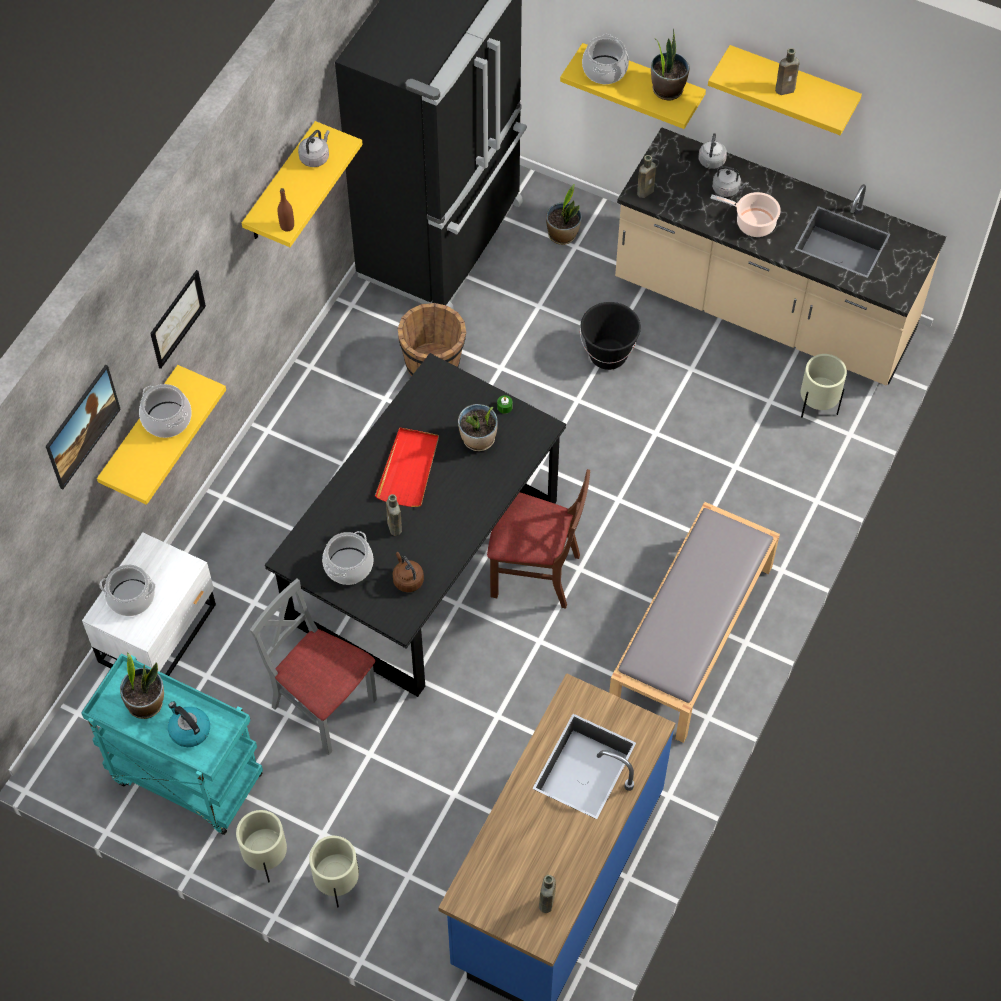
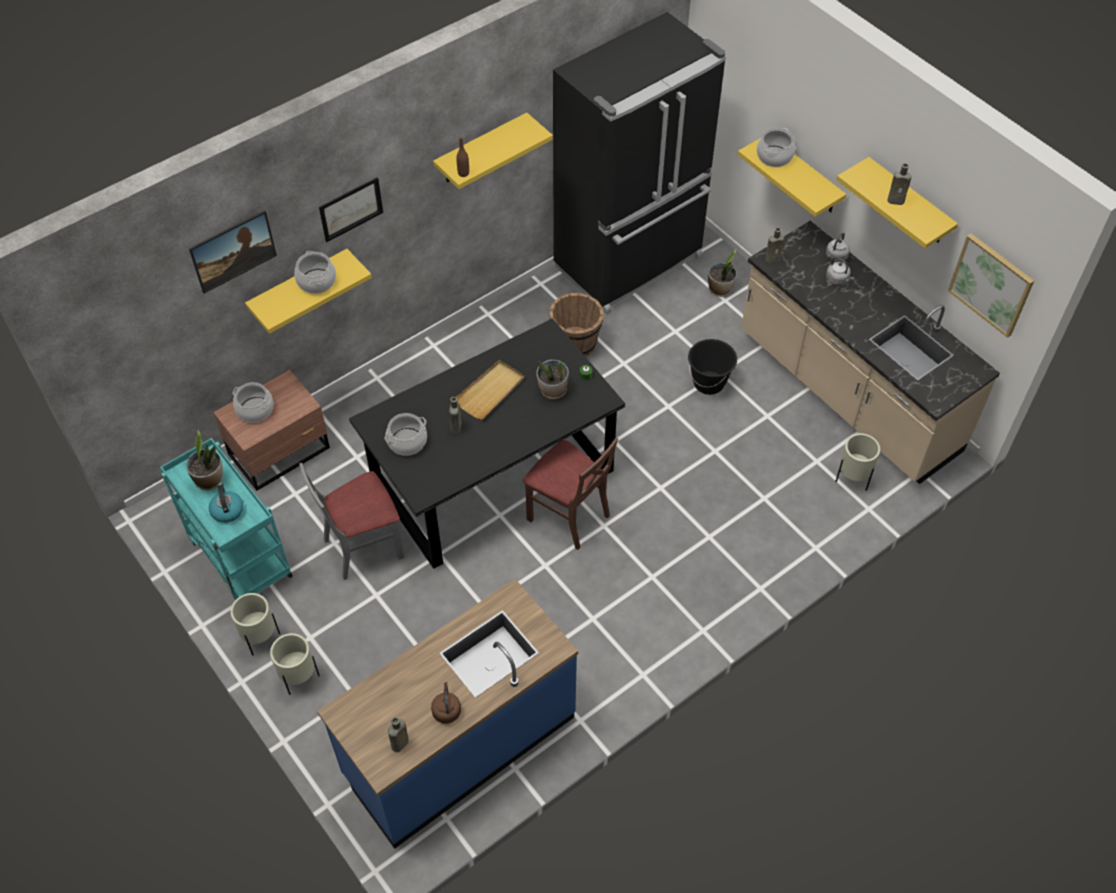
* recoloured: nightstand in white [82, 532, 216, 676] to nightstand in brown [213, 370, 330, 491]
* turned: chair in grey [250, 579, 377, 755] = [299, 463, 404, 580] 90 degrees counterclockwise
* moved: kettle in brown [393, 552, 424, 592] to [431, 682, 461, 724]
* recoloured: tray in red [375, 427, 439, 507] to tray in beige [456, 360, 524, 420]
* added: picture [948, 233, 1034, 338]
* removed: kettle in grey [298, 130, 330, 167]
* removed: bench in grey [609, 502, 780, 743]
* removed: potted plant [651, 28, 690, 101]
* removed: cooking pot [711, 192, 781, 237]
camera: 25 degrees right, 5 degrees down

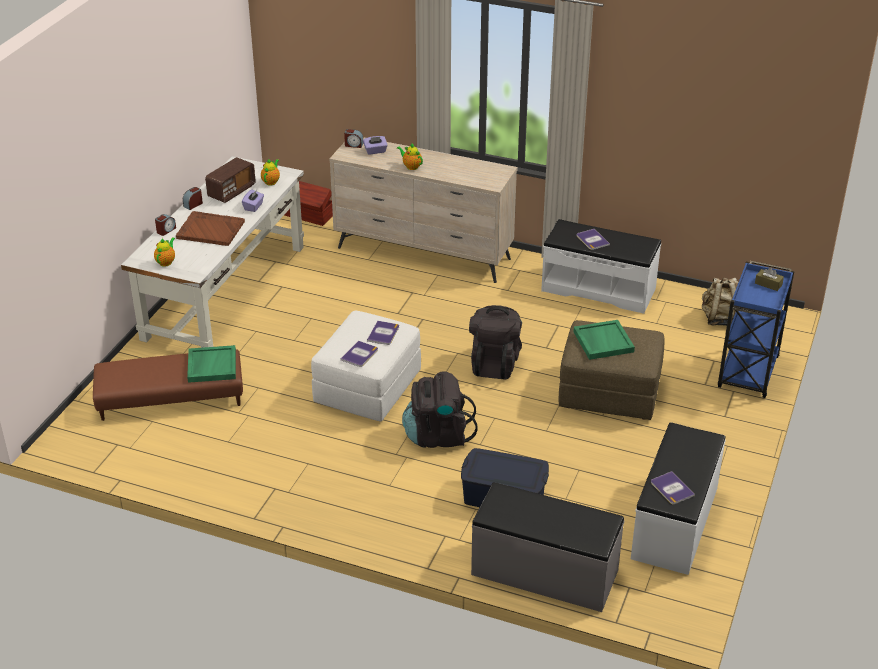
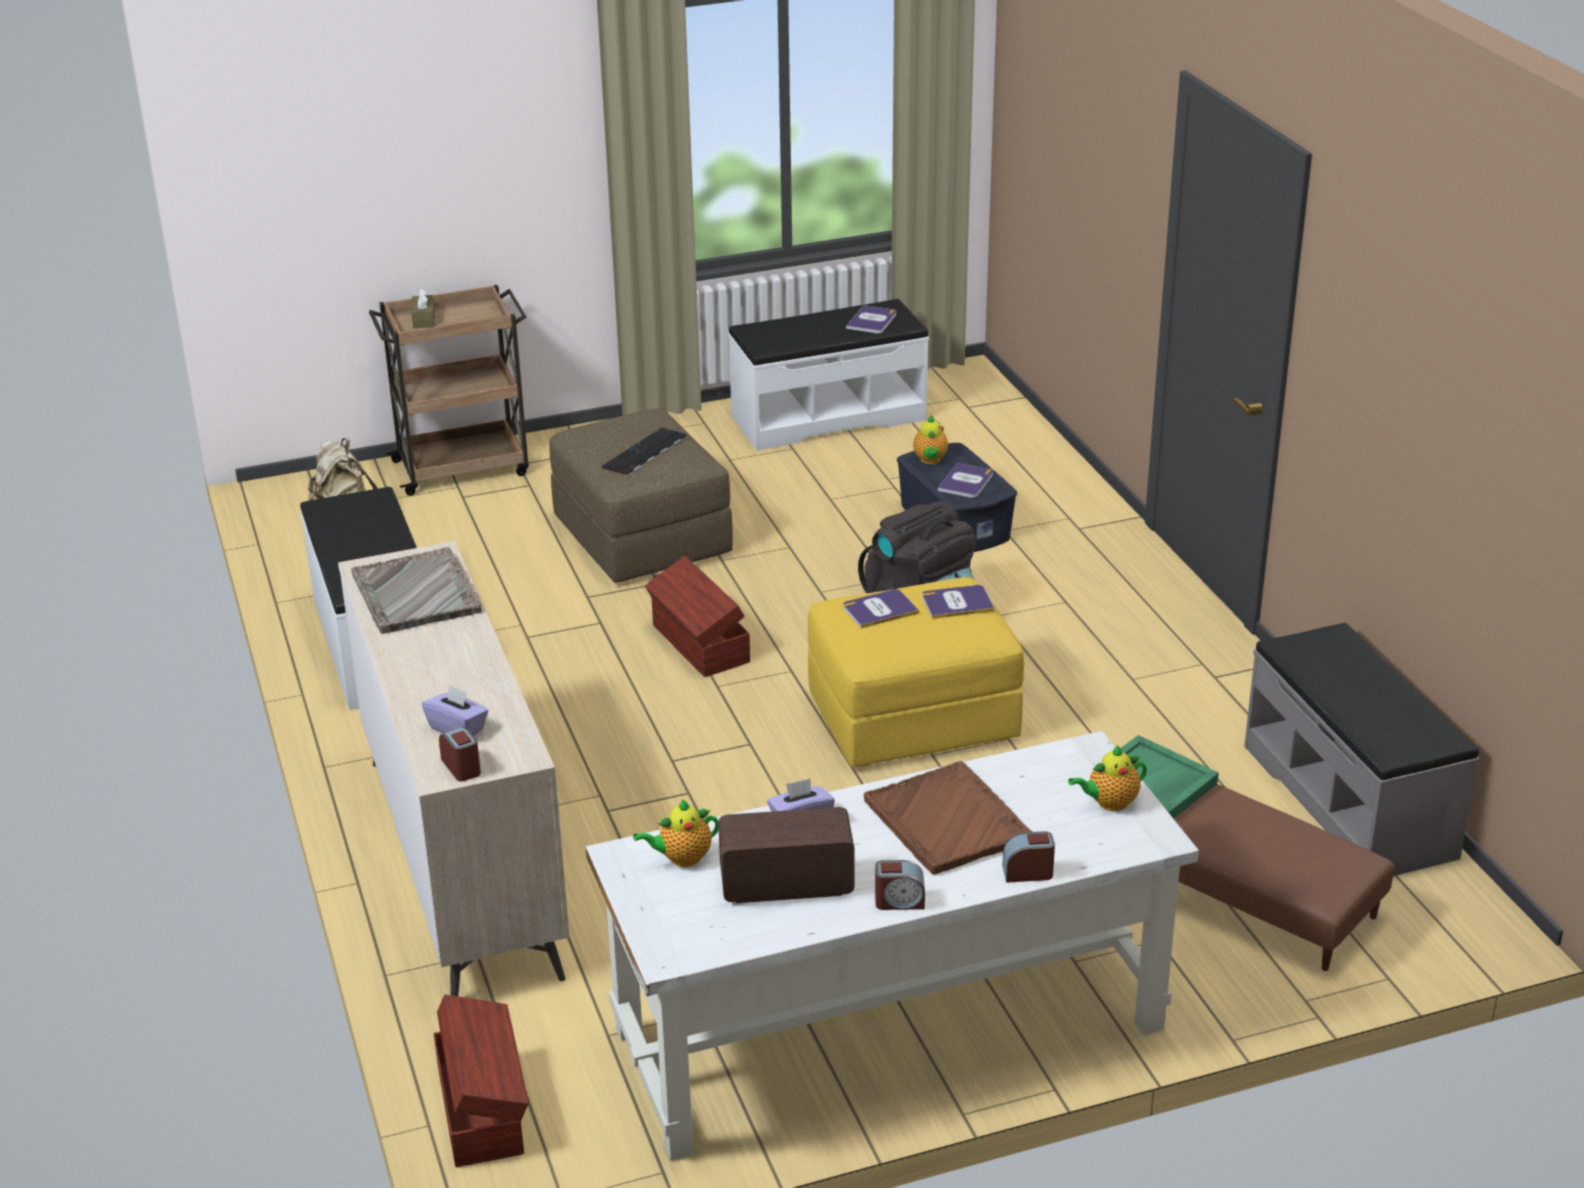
* added: tray in grey [351, 547, 482, 634]
* recoloured: cart in blue [718, 261, 794, 398] to cart in brown [369, 285, 529, 496]
* replaced: tray in green [573, 320, 635, 360] to keyboard [602, 427, 687, 476]
* replaced: backpack in black [469, 305, 522, 380] to storage box in brown [645, 555, 750, 677]
* recoloured: ottoman in white [311, 311, 421, 422] to ottoman in yellow [808, 577, 1024, 767]
* moved: teapot [397, 144, 423, 170] to [913, 415, 948, 464]
* moved: book [577, 229, 610, 250] to [938, 463, 993, 498]
* moved: bench in grey [471, 482, 624, 612] to [1244, 623, 1479, 876]
camera: 130 degrees left, 5 degrees down

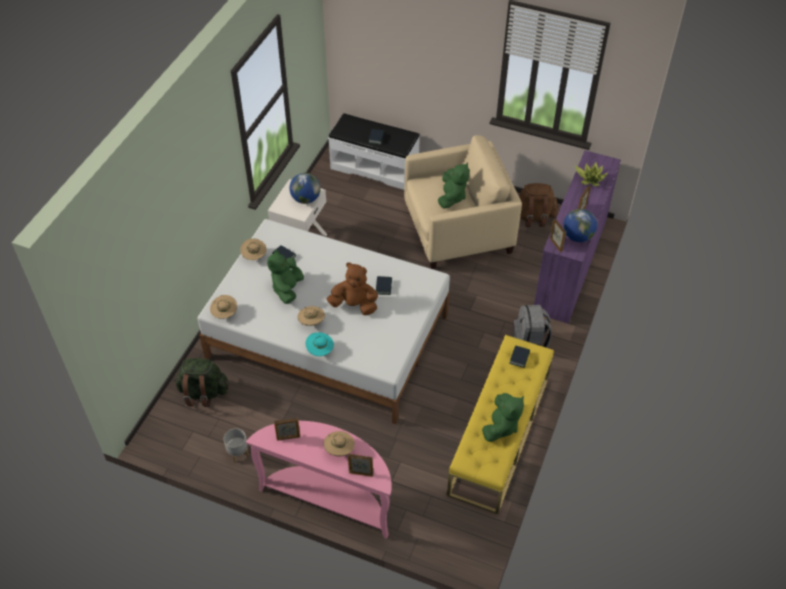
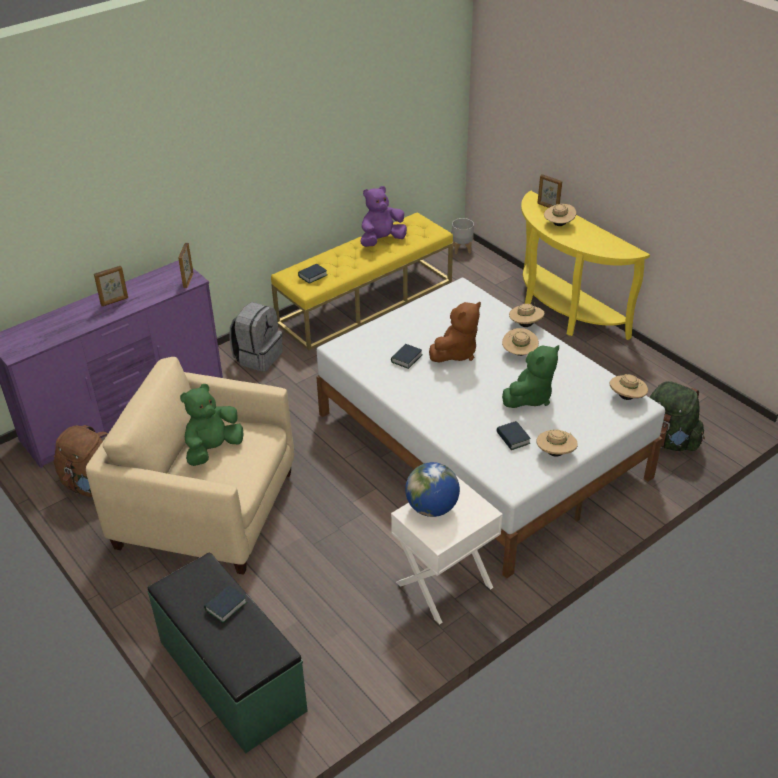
* recoloured: bench in white [328, 113, 420, 190] to bench in green [148, 552, 308, 754]
* recoloured: plush toy in green [482, 393, 524, 442] to plush toy in purple [361, 186, 407, 247]
* turned: plush toy in brown [327, 263, 378, 315] = [429, 302, 481, 363] 90 degrees counterclockwise
* moved: planter in grey [224, 428, 249, 463] to [452, 218, 474, 254]
* recoloured: hat in turquoise [306, 332, 334, 356] to hat in beige [509, 302, 545, 327]
* recoloured: console table in pink [246, 421, 392, 539] to console table in yellow [521, 191, 650, 340]
* removed: picture frame [274, 418, 300, 441]
* removed: globe [563, 209, 597, 242]
* removed: potted plant [575, 162, 608, 186]
camera: 150 degrees left, 10 degrees down

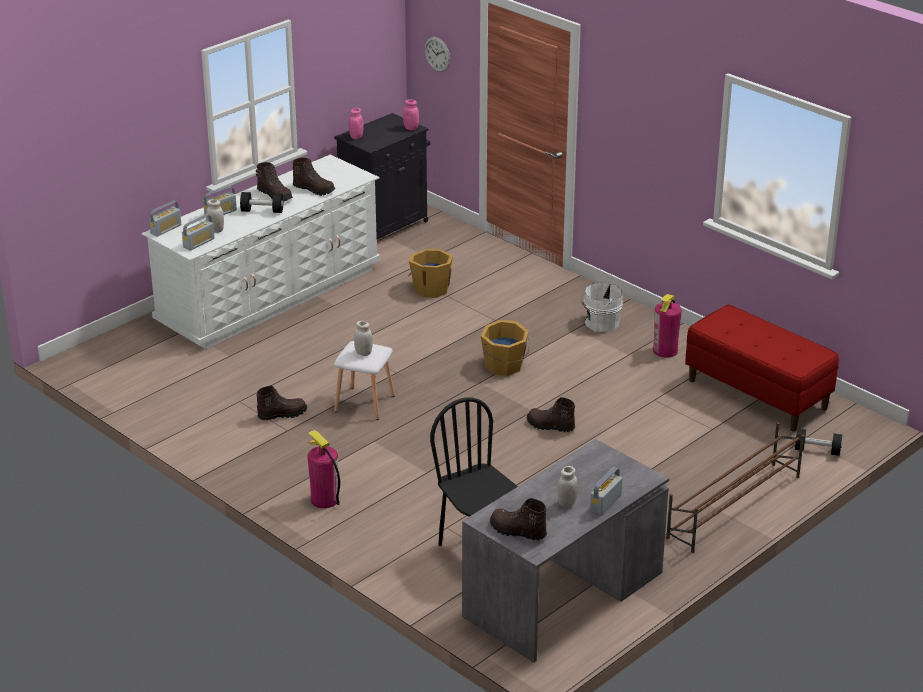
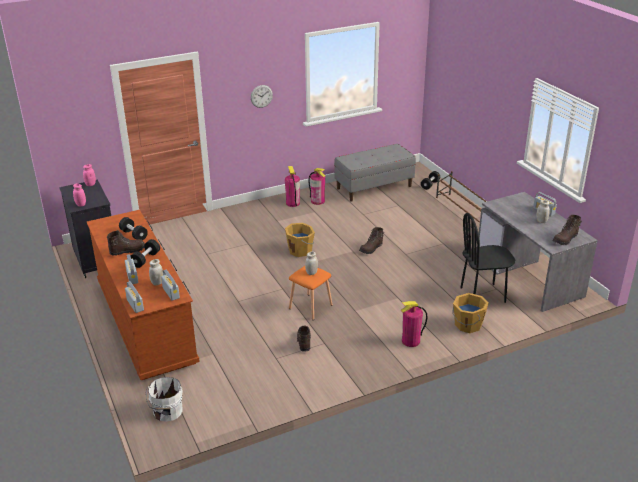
* recoloured: dresser in white [142, 155, 380, 349] to dresser in brown [87, 210, 200, 380]
* replaced: boot in brown [292, 158, 335, 196] to dumbbell in black [119, 217, 148, 240]
* moved: bucket in white [581, 281, 623, 332] to [146, 377, 183, 422]
* moved: wall clock [424, 37, 450, 72] to [251, 85, 273, 108]
* added: fire extinguisher [285, 166, 300, 207]
* recoloured: stool in white [334, 341, 395, 420] to stool in orange [289, 266, 333, 320]
* recoloured: bench in red [685, 305, 839, 432] to bench in grey [334, 144, 416, 201]
* moved: bucket in orange [408, 249, 453, 298] to [452, 293, 489, 333]
camera: 70 degrees left, 0 degrees up

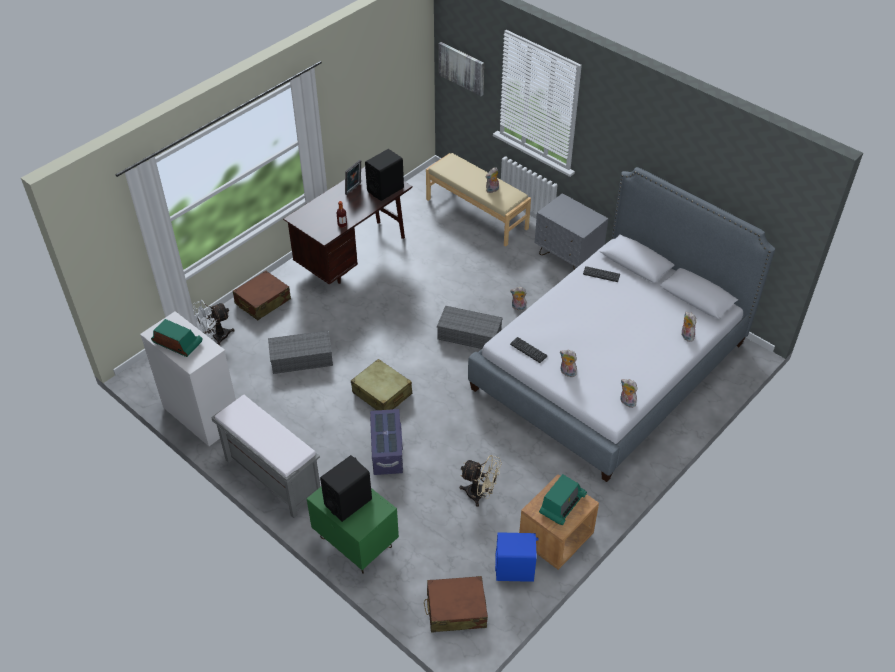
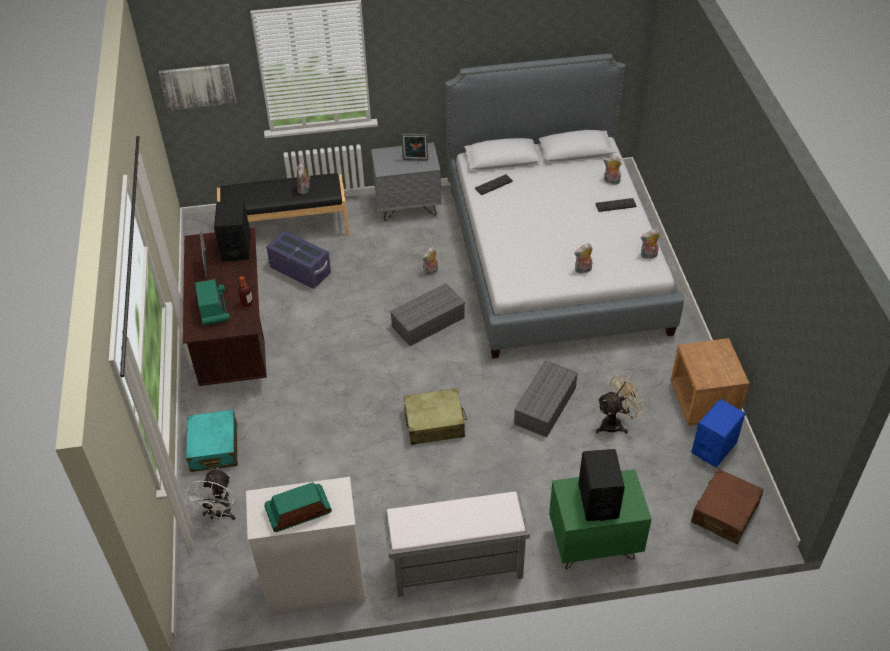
* recoloured: suitcase in brown [233, 270, 291, 320] to suitcase in turquoise [186, 410, 238, 472]
* moved: radio [539, 474, 587, 525] to [195, 279, 230, 326]
* recoloured: bench in beige [426, 153, 531, 247] to bench in black [217, 173, 349, 236]
* moved: storage box in purple [370, 409, 403, 475] to [266, 231, 331, 289]
* added: picture frame [401, 134, 428, 161]
* moved: storage box in grey [268, 330, 333, 374] to [514, 360, 578, 438]
* moved: keyboard [510, 337, 547, 363] to [596, 198, 636, 212]
camera: 50 degrees left, 0 degrees up

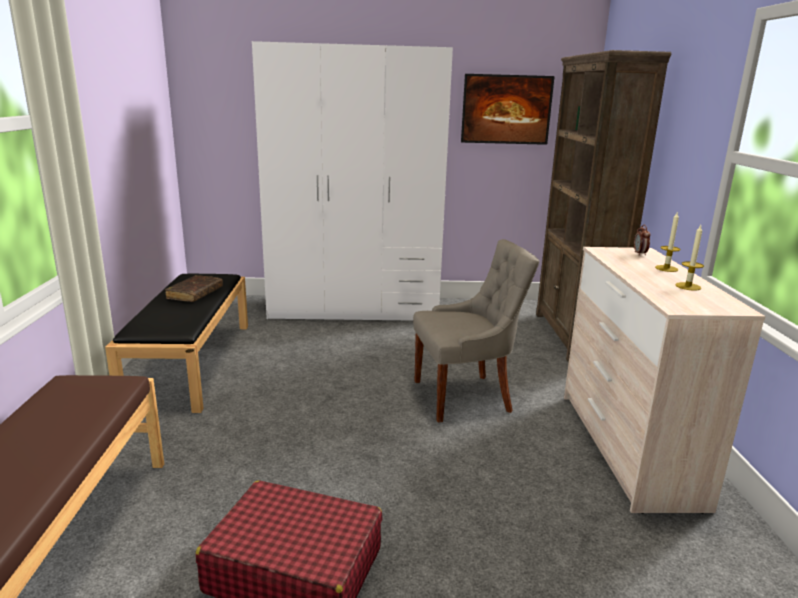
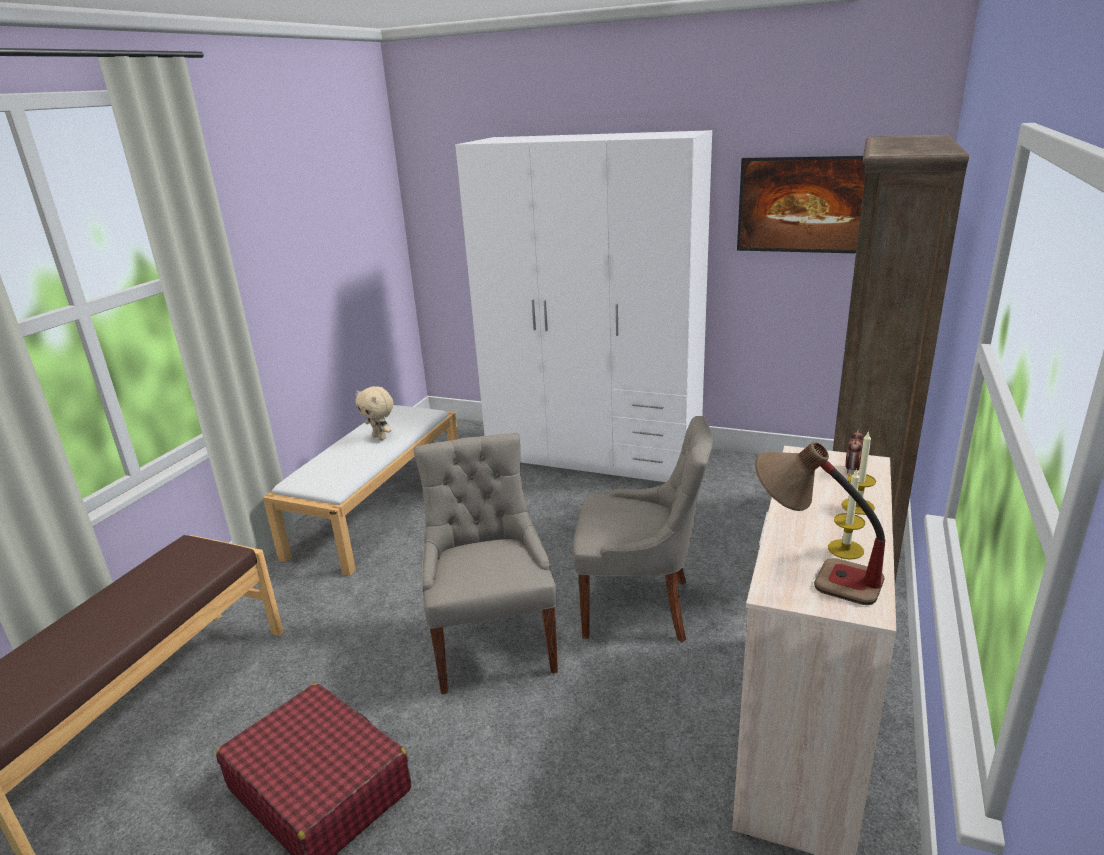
* recoloured: bench in black [105, 274, 248, 413] to bench in white [263, 405, 458, 576]
* replaced: book in brown [165, 275, 223, 302] to plush toy in beige [356, 386, 393, 440]
* added: chair in grey [413, 433, 558, 694]
* added: table lamp [755, 442, 885, 605]
camera: 25 degrees right, 5 degrees up

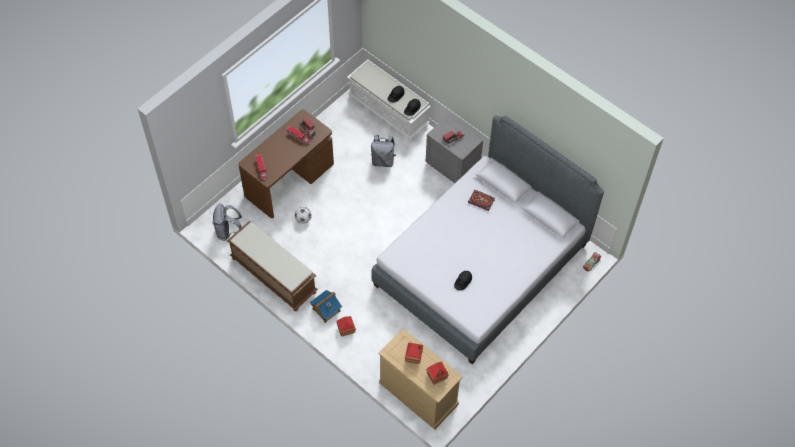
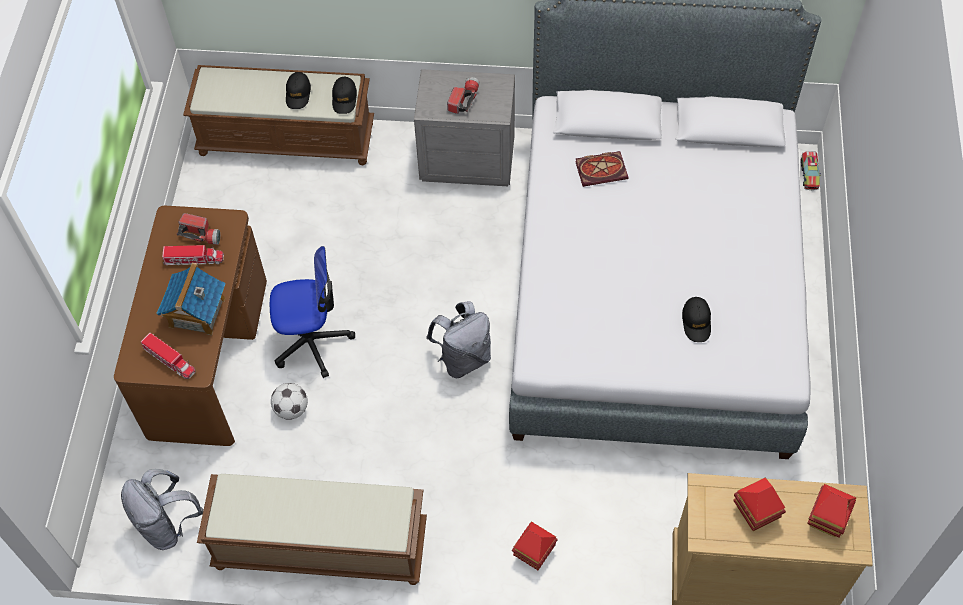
* moved: toy house [310, 290, 342, 323] to [156, 263, 226, 335]
* recoloured: bench in white [347, 60, 431, 142] to bench in brown [183, 65, 374, 165]
* added: office chair [270, 246, 355, 378]
* moved: backpack in grey [370, 135, 396, 167] to [426, 301, 491, 378]
camera: 35 degrees left, 0 degrees up

